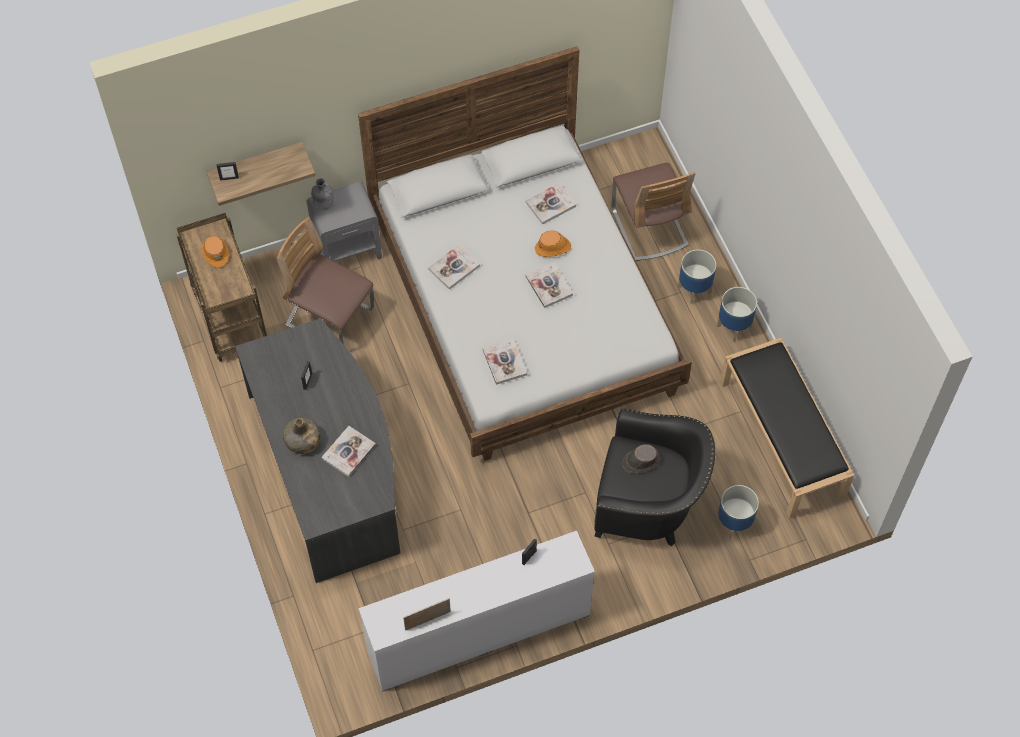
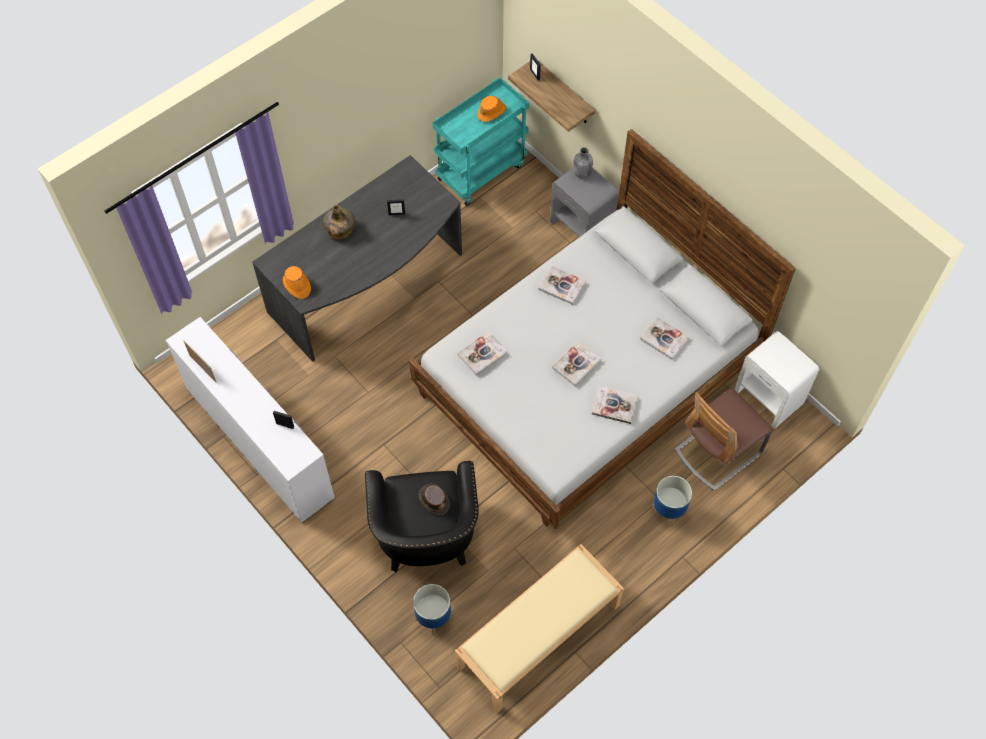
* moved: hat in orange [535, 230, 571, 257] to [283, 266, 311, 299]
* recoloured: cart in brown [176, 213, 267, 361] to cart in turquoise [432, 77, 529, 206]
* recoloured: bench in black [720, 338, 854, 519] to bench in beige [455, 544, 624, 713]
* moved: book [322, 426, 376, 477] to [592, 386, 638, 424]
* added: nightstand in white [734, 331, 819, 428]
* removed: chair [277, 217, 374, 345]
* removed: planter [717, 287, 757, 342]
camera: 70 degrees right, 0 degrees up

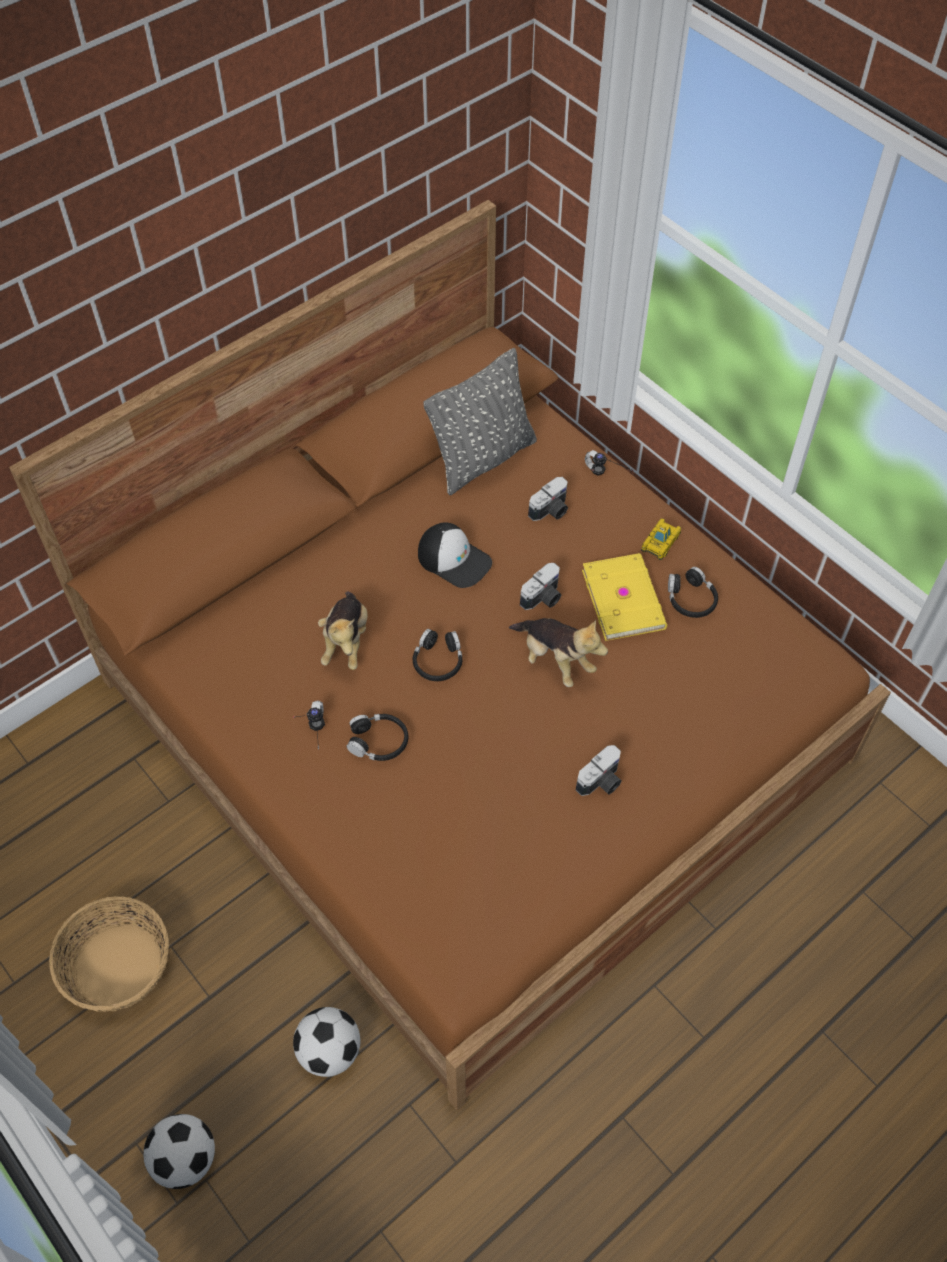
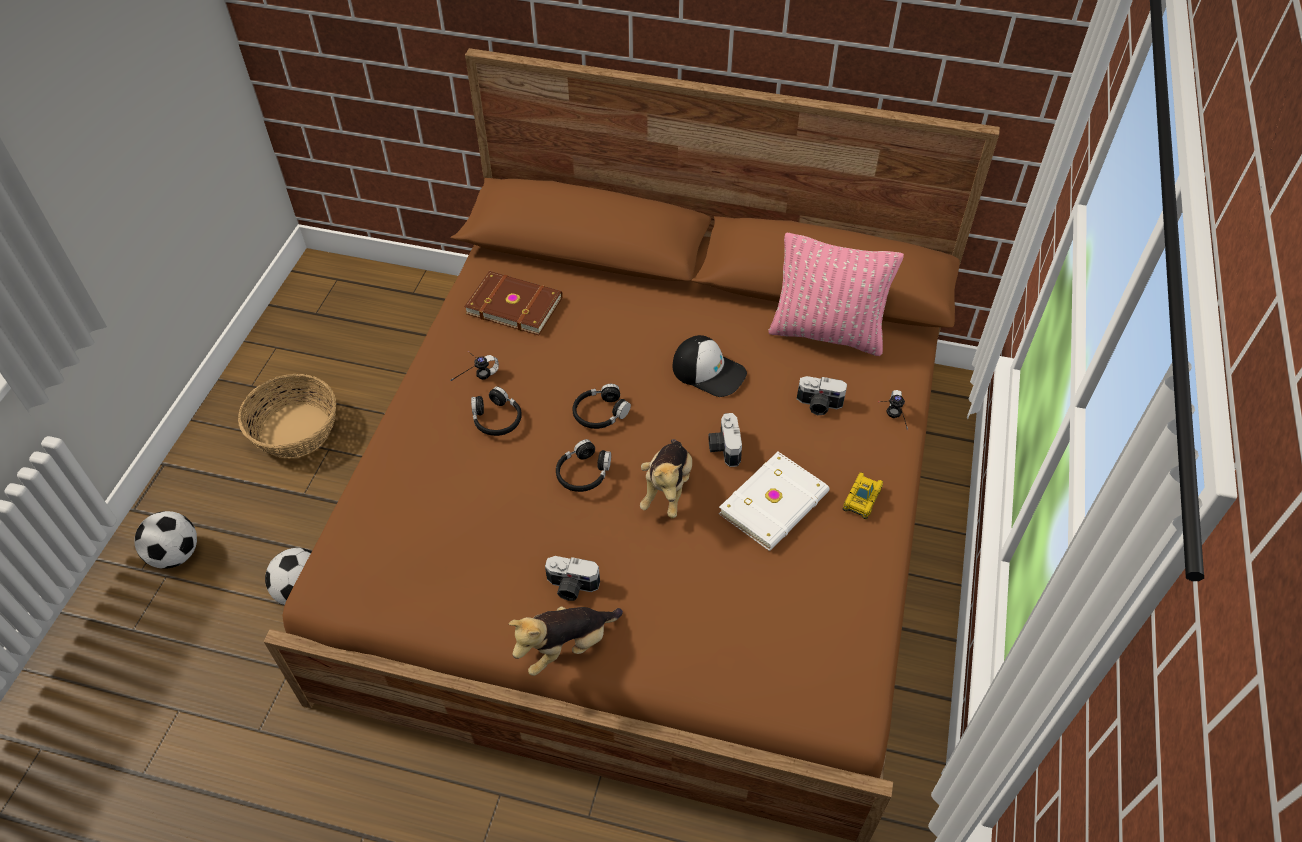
* added: book in brown [464, 271, 563, 336]
* moved: plush toy [318, 591, 368, 670] to [509, 607, 623, 676]
* moved: headphones in black [668, 567, 718, 618] to [556, 439, 611, 492]
* turned: cap [418, 522, 492, 588] = [673, 335, 747, 397] 60 degrees counterclockwise
* turned: photo camera [520, 563, 561, 610] = [708, 413, 742, 467] 75 degrees clockwise
* recoloured: book in yellow [582, 553, 667, 641] to book in white [719, 452, 829, 551]
* recoloured: pillow in grey [423, 348, 537, 495] to pillow in pink [768, 233, 904, 356]
* turned: toy car [641, 518, 681, 560] = [843, 472, 883, 519] 60 degrees counterclockwise
camera: 55 degrees right, 5 degrees down

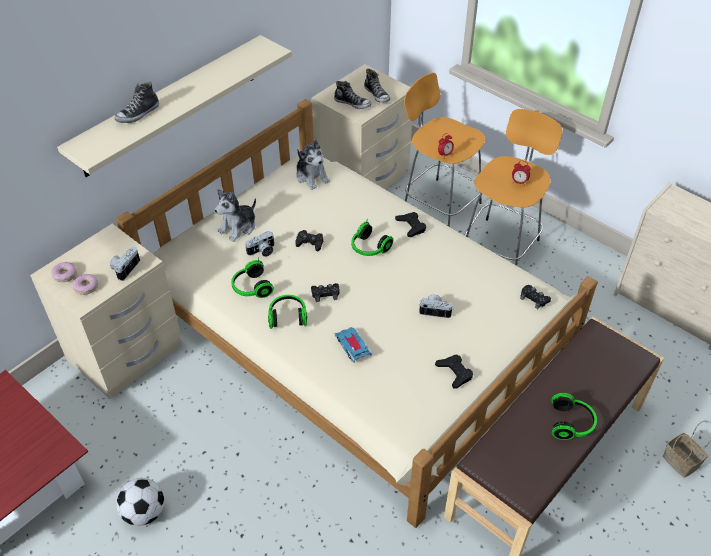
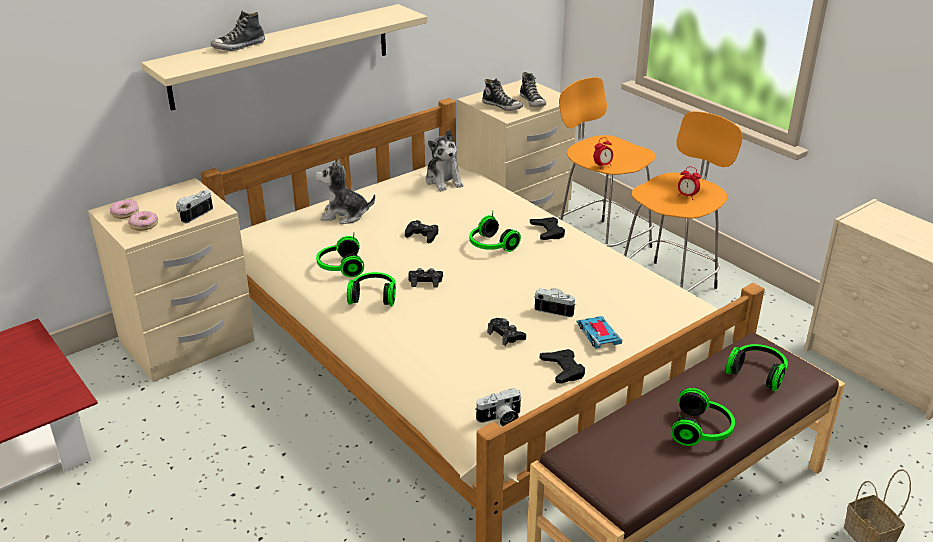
* turned: plush toy [214, 189, 256, 242] = [315, 159, 375, 224] 45 degrees clockwise
* moved: photo camera [245, 231, 274, 257] to [475, 388, 522, 426]
* moved: game controller in black [520, 285, 551, 309] to [488, 318, 526, 346]
* moved: toy car [335, 327, 372, 362] to [576, 316, 622, 349]
* added: headphones [726, 344, 788, 392]
* removed: football [116, 478, 164, 526]
camera: 10 degrees right, 15 degrees down

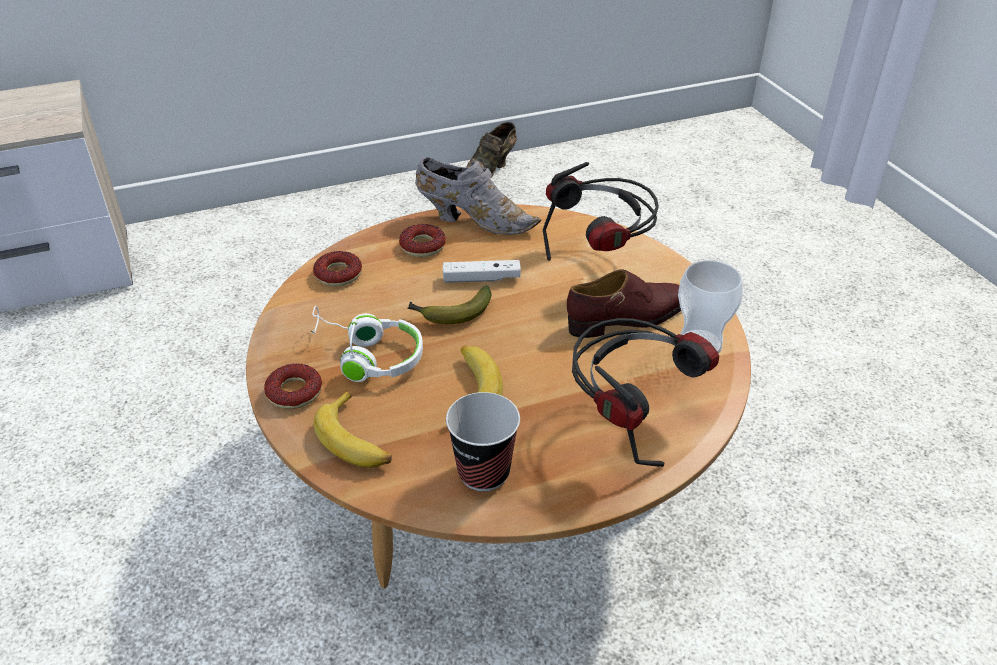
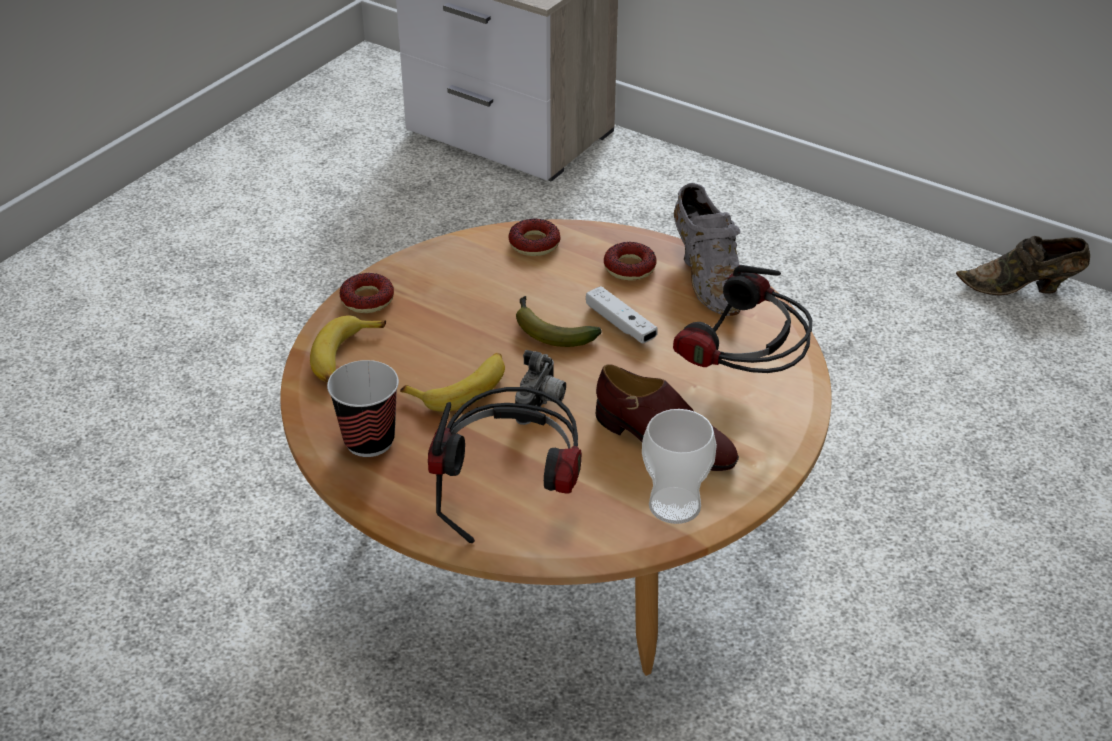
* added: photo camera [515, 350, 566, 425]
* removed: headphones in white [310, 306, 423, 382]
camera: 55 degrees right, 0 degrees up

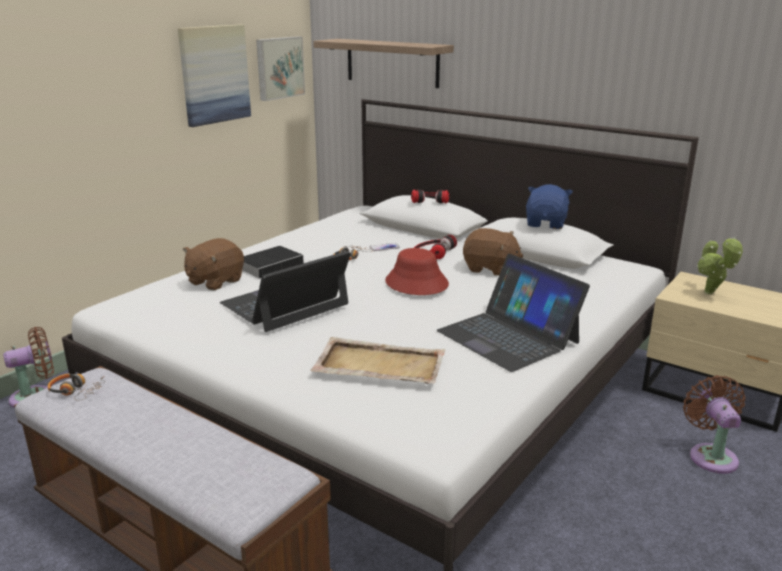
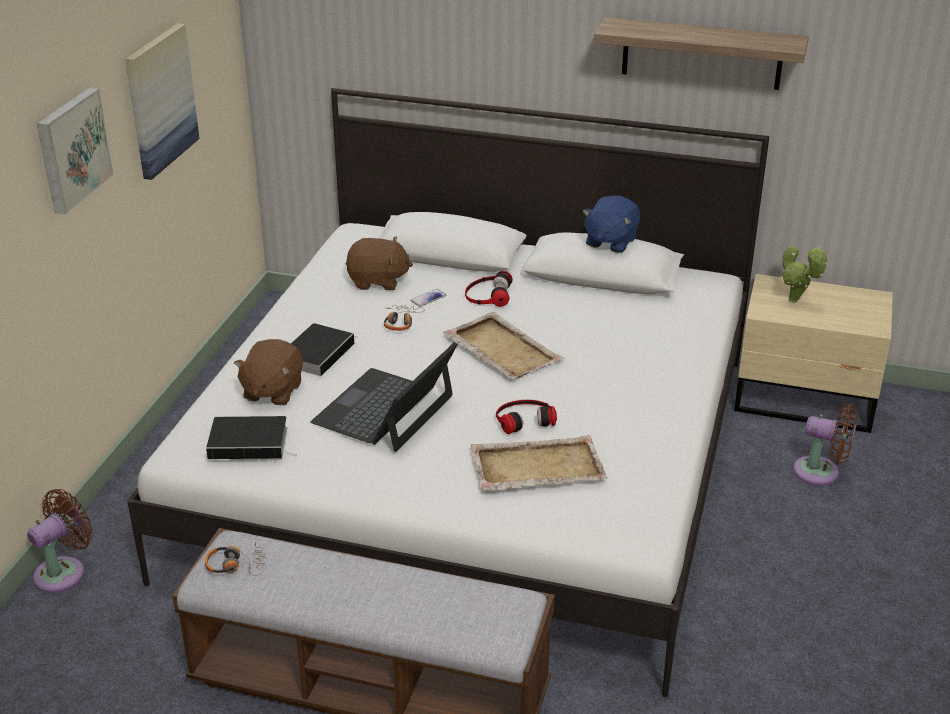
* moved: picture [256, 36, 305, 101] to [37, 88, 113, 214]
* added: book [206, 416, 297, 459]
* moved: plush toy in brown [463, 228, 523, 276] to [346, 236, 413, 290]
* replaced: hat in red [385, 248, 449, 295] to tray in beige [443, 312, 565, 379]
* moved: headphones [411, 190, 449, 204] to [496, 400, 557, 434]
* turned: plush toy in blue [526, 184, 573, 229] = [583, 196, 640, 253] 150 degrees counterclockwise
* moved: shelf [313, 39, 454, 88] to [594, 17, 809, 90]
* turned: fan in brown [683, 375, 745, 474] = [793, 404, 858, 486] 135 degrees clockwise
* removed: laptop [437, 254, 590, 372]
camera: 20 degrees left, 10 degrees up

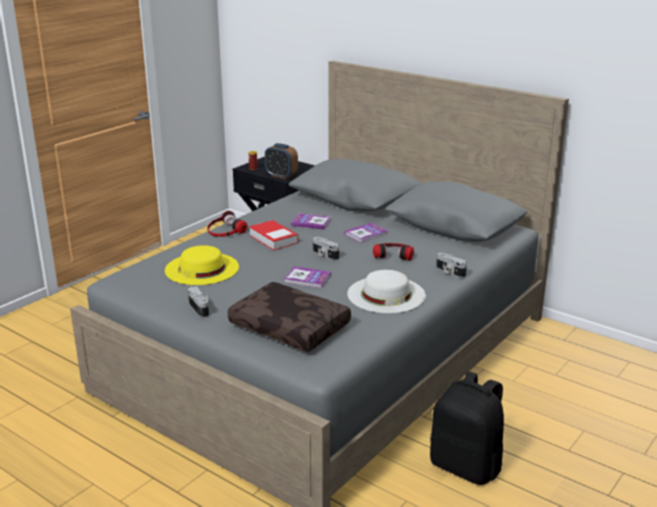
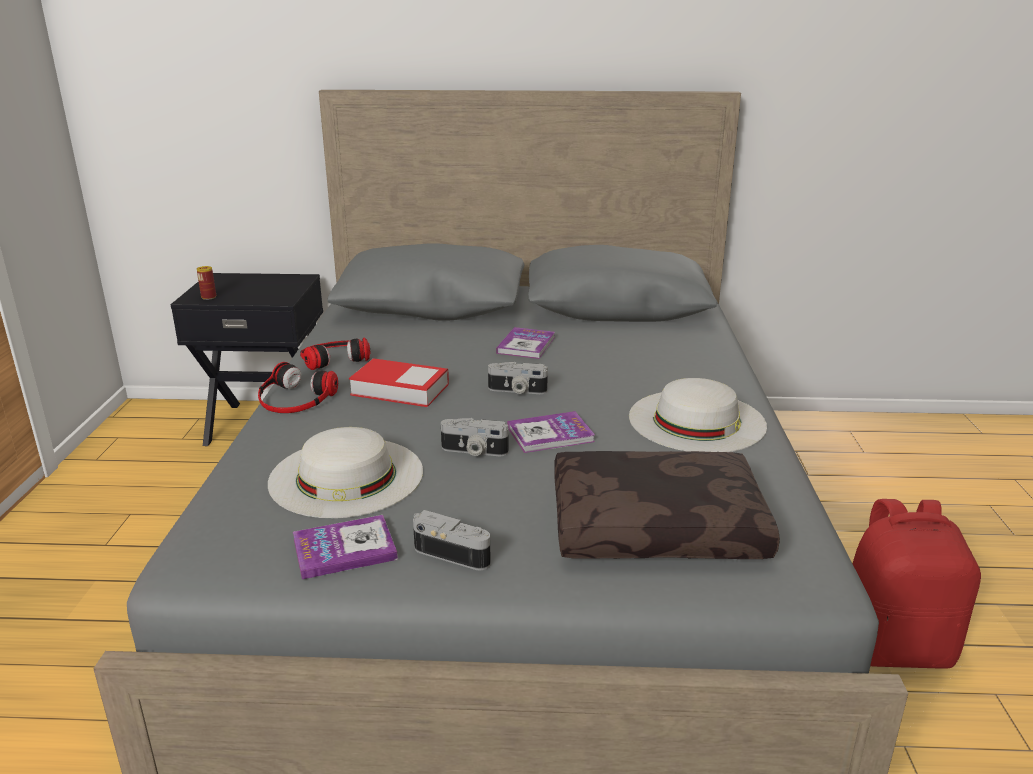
* recoloured: hat in yellow [165, 245, 239, 285] to hat in white [268, 427, 423, 518]
* moved: book [291, 213, 331, 230] to [293, 515, 398, 579]
* moved: headphones [373, 243, 414, 260] to [300, 338, 371, 370]
* moved: photo camera [436, 253, 467, 278] to [441, 418, 509, 456]
* recoloured: backpack in black [430, 371, 504, 485] to backpack in red [853, 499, 981, 669]
* removed: alarm clock [265, 143, 298, 179]
camera: 35 degrees left, 0 degrees up

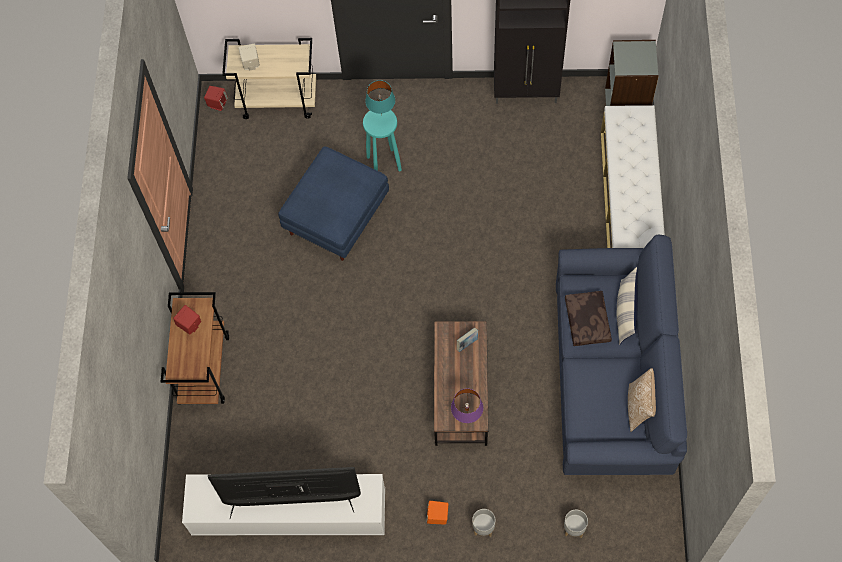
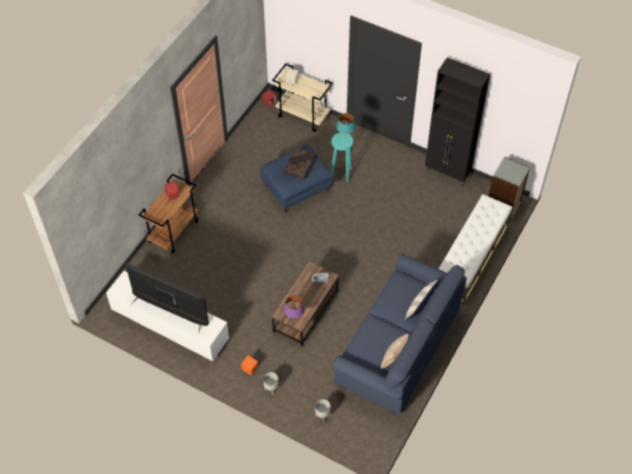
* moved: pillow in brown [565, 291, 612, 346] to [283, 148, 317, 180]
camera: 25 degrees right, 10 degrees down

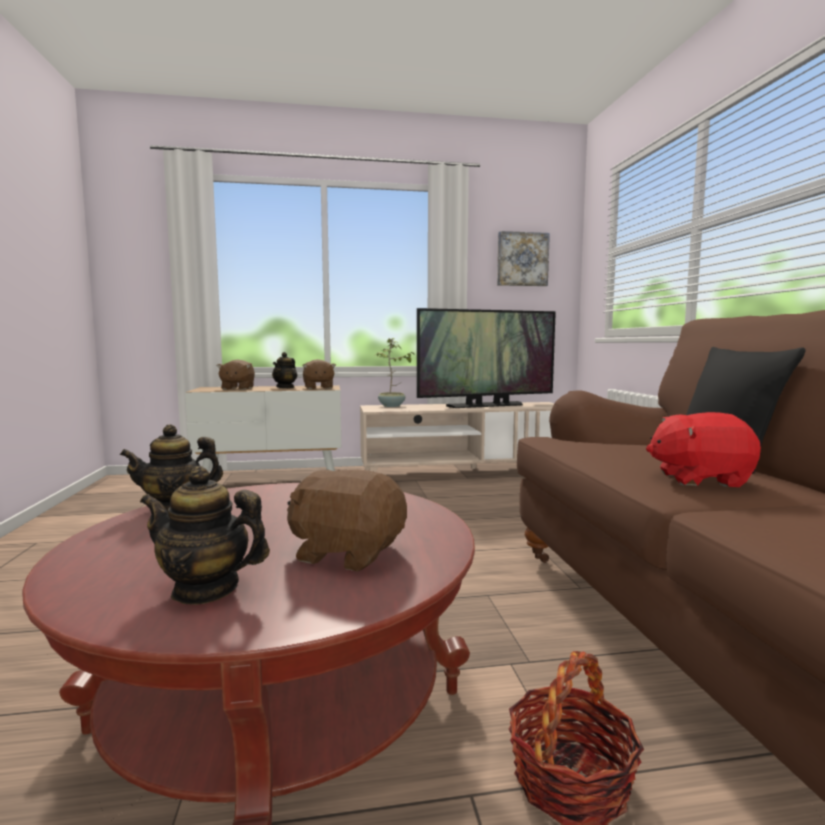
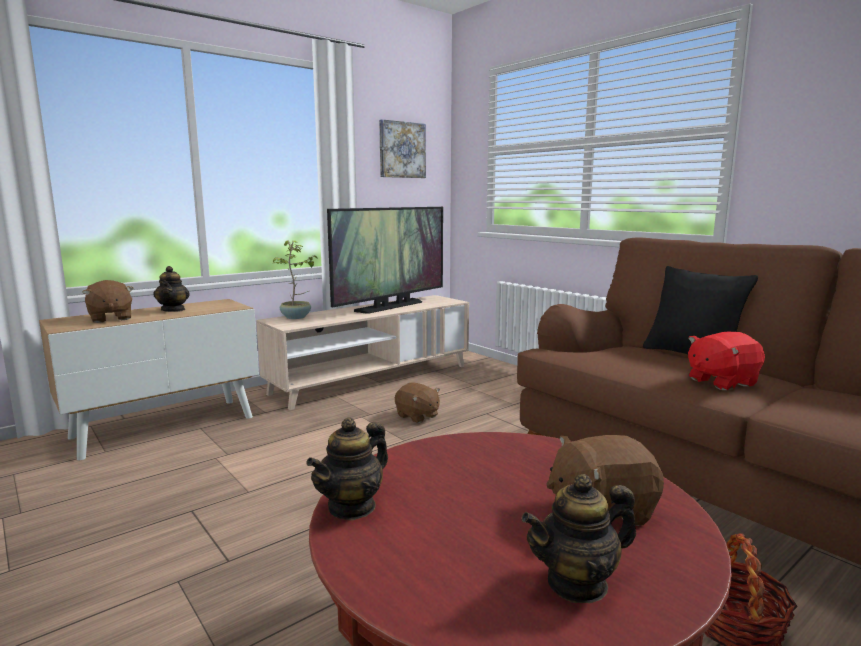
* moved: plush toy in brown [302, 359, 336, 389] to [395, 383, 440, 423]
camera: 30 degrees left, 5 degrees up

